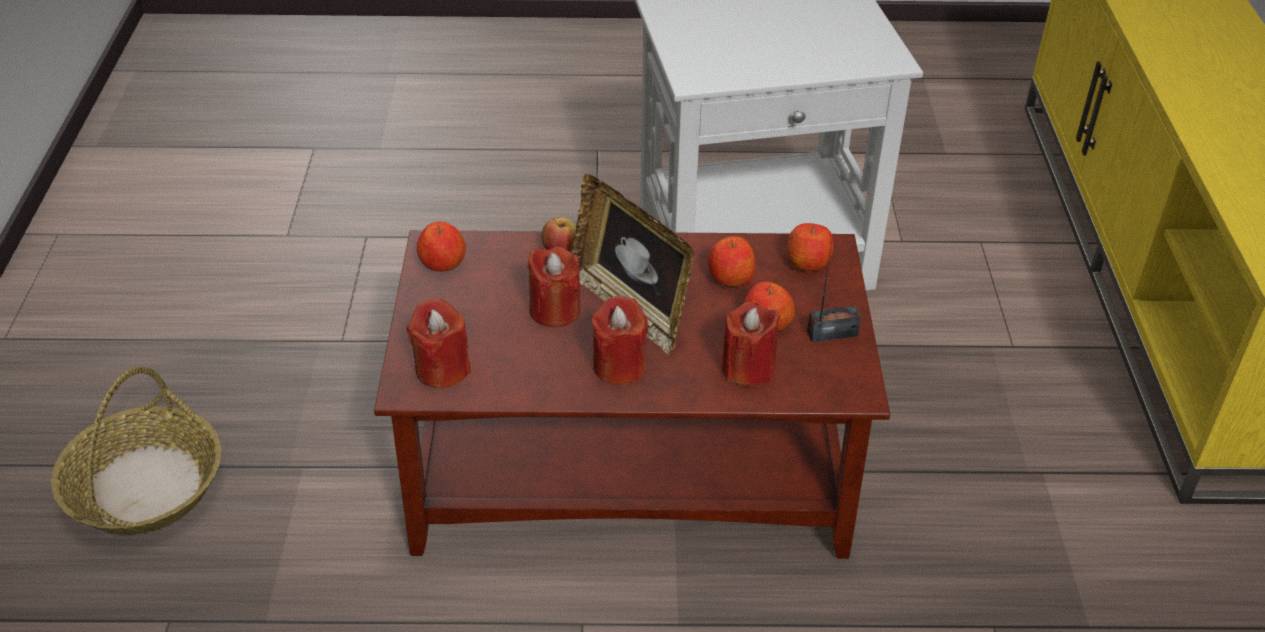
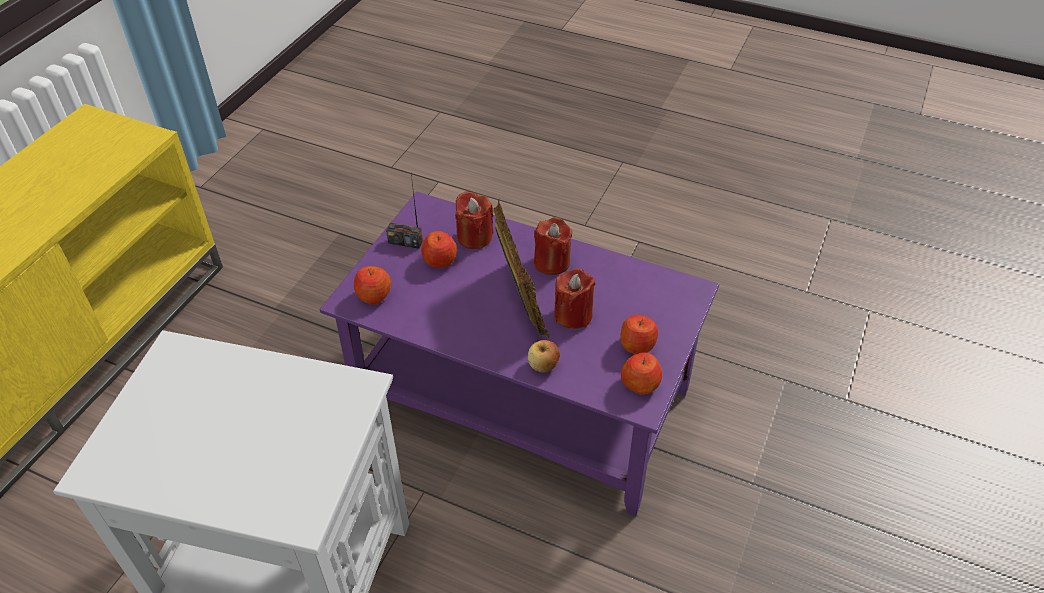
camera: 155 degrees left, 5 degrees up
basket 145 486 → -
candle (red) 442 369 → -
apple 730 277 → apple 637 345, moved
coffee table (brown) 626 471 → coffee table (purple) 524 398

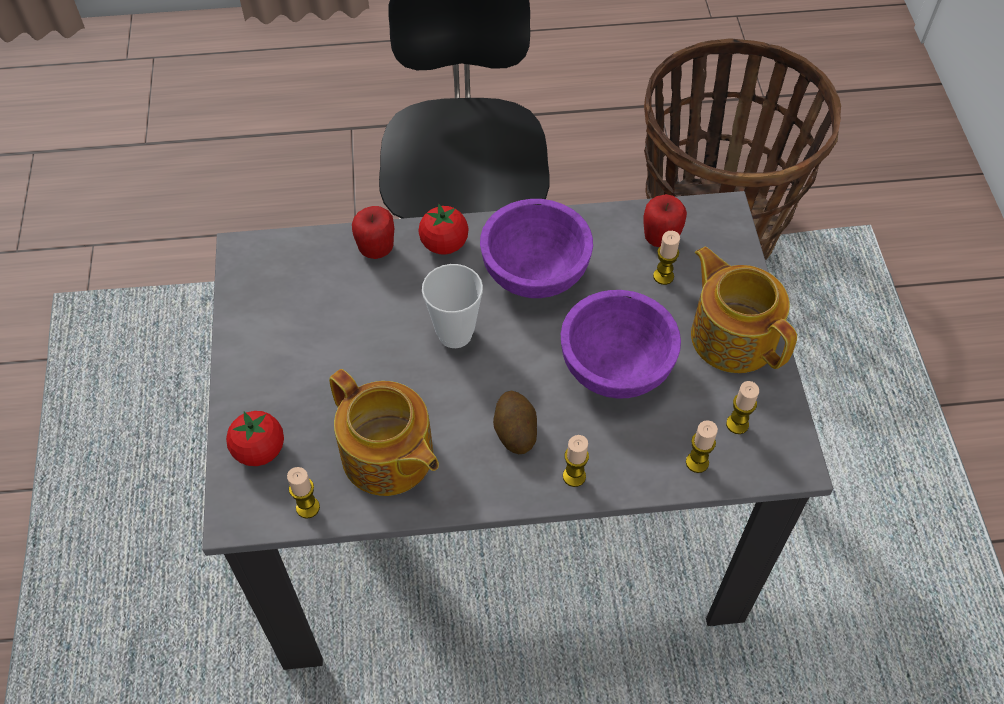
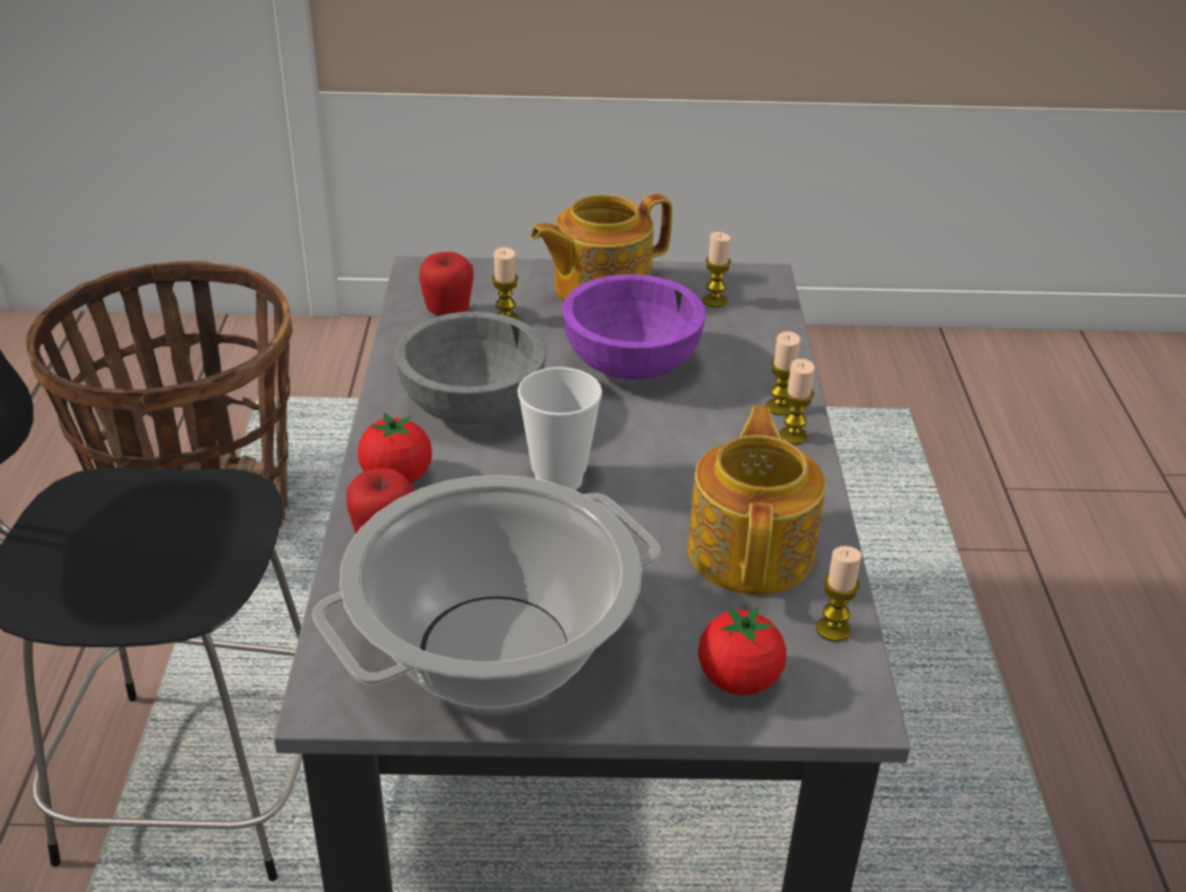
camera: 85 degrees left, 20 degrees down
potato 515 431 → -
- → cooking pot 493 653
candle 697 462 → candle 793 436, moved
bowl (purple) 534 273 → bowl (grey) 473 407
teapot 388 457 → teapot 752 550, 45 degrees counterclockwise

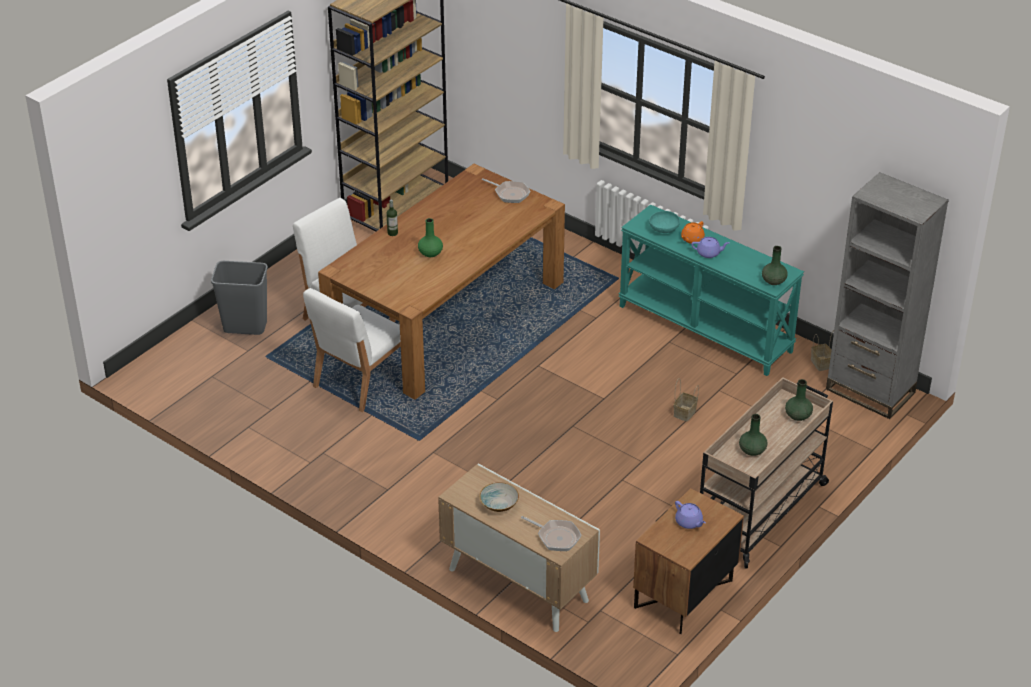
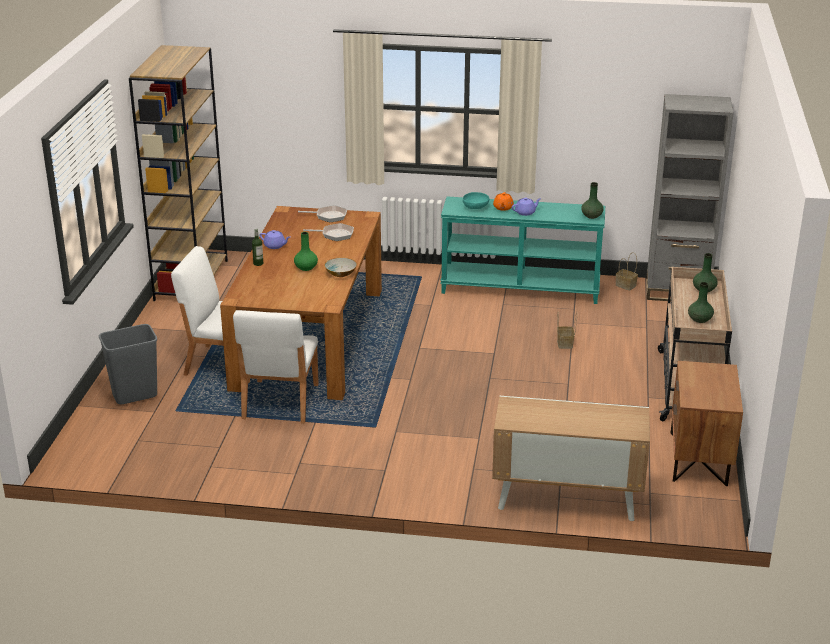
camera: 30 degrees left, 10 degrees down
bowl 499 504 → bowl 340 273, moved
frying pan 556 537 → frying pan 335 235, moved
teapot (purple) 689 522 → teapot (purple) 275 246, moved

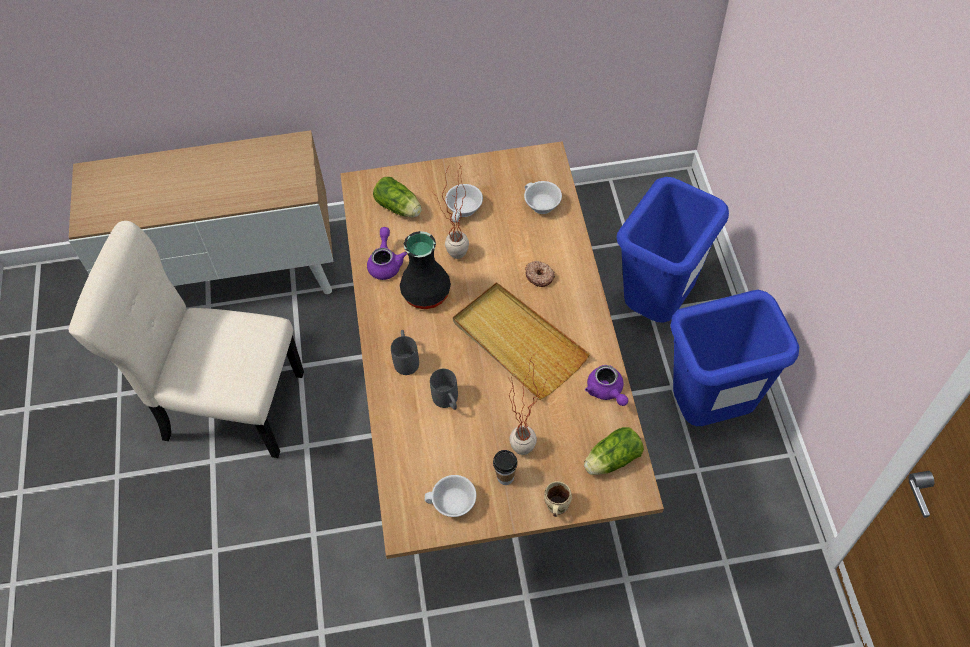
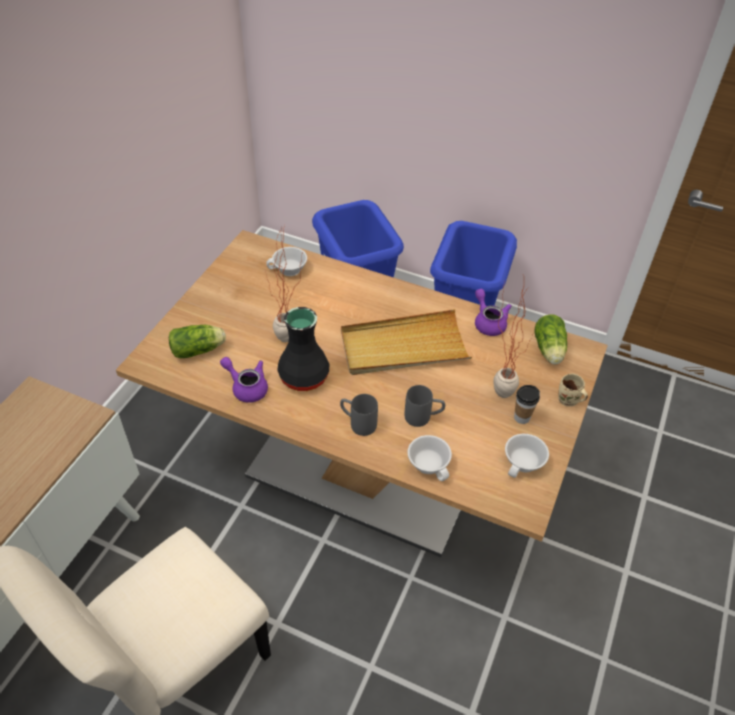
camera: 60 degrees left, 10 degrees down
donut 539 276 → -
cup (white) 465 210 → cup (white) 430 464, moved
teapot (purple) 606 391 → teapot (purple) 488 322, 120 degrees counterclockwise

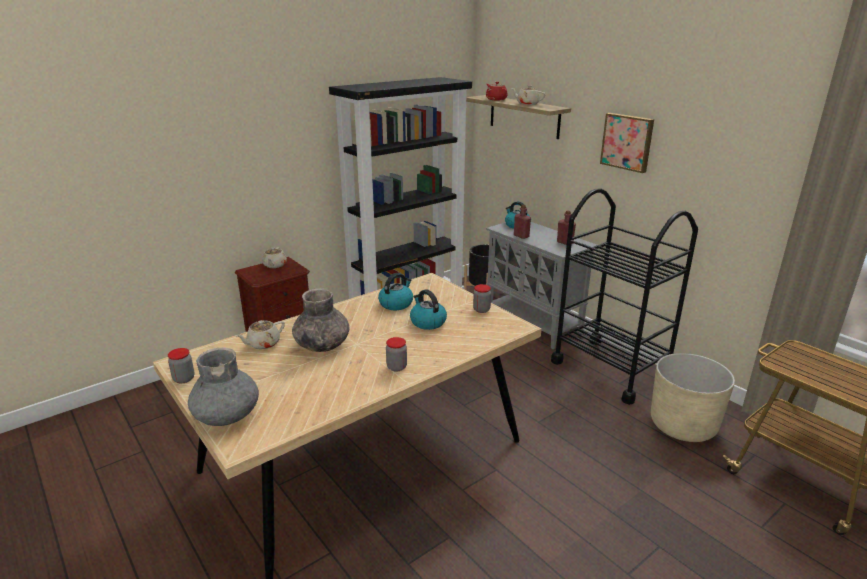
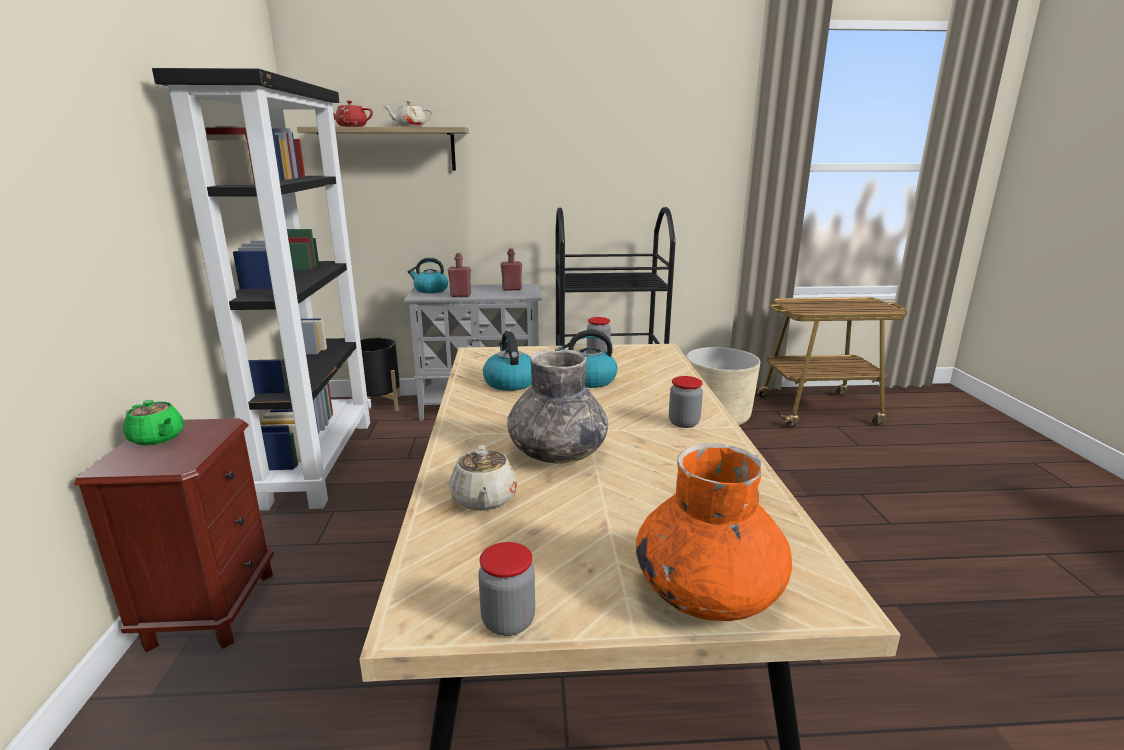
camera: 55 degrees left, 5 degrees down
picture 627 142 → -
vase (grey) 227 414 → vase (orange) 708 591
teapot (beige) 274 265 → teapot (green) 157 438

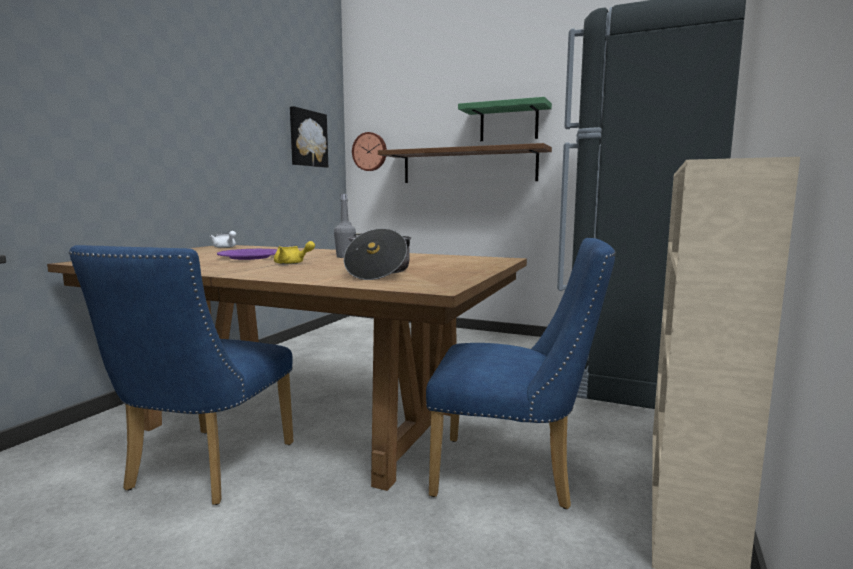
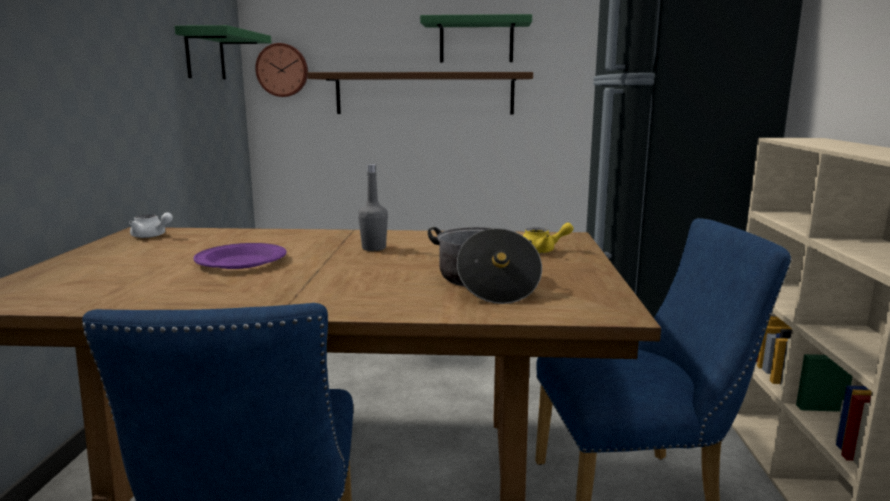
camera: 20 degrees left, 5 degrees up
teapot (yellow) 292 263 → teapot (yellow) 542 251, moved
picture 307 138 → shelf (green) 205 55

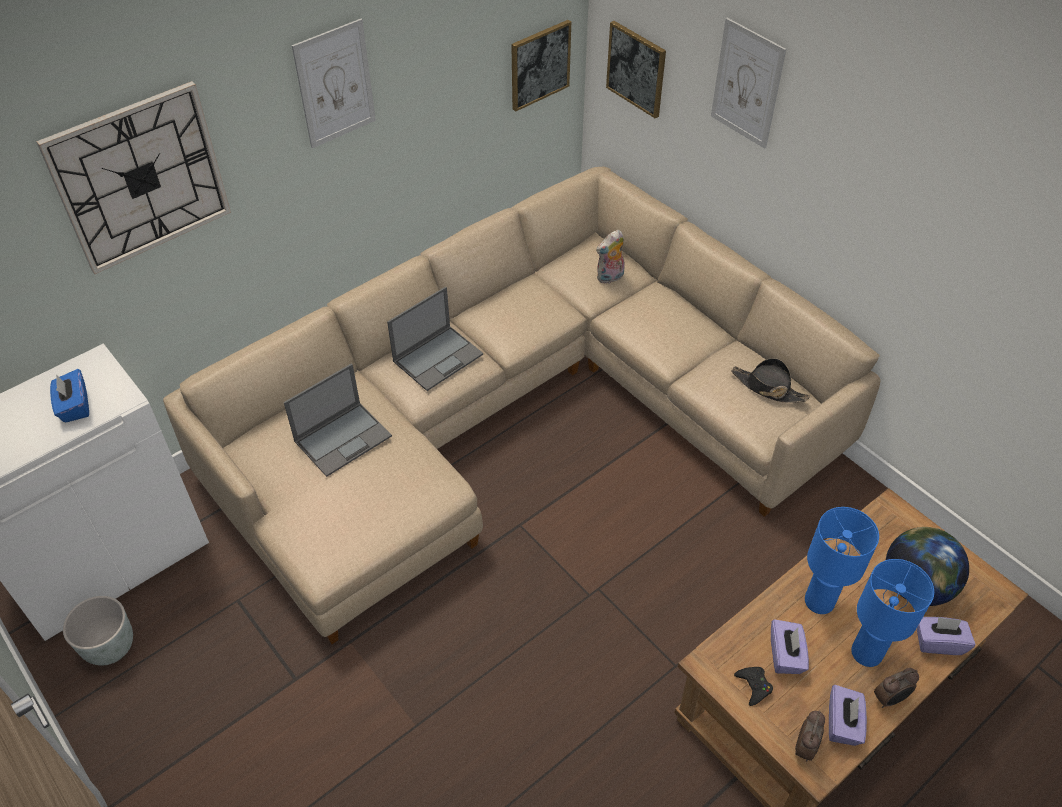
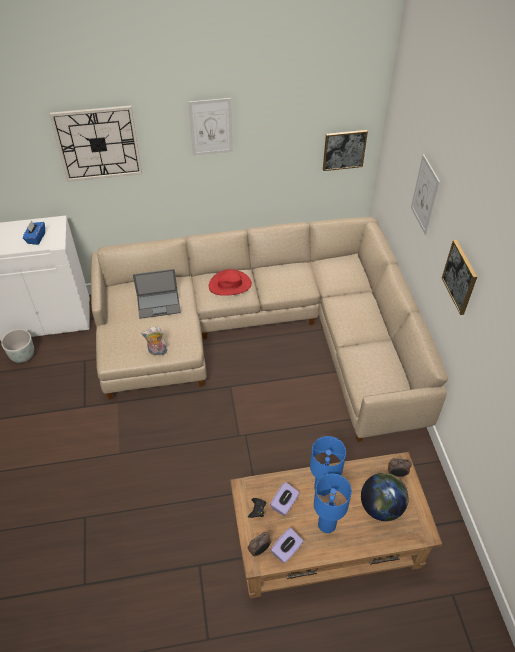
camera: 30 degrees right, 0 degrees up
hat (black) 768 388 → -
tissue box (purple) 938 642 → -
plush toy 610 278 → plush toy 157 352, moved
picture 636 69 → picture 460 277, moved
alarm clock 890 699 → alarm clock 397 474, moved
laptop 438 357 → hat (red) 230 285

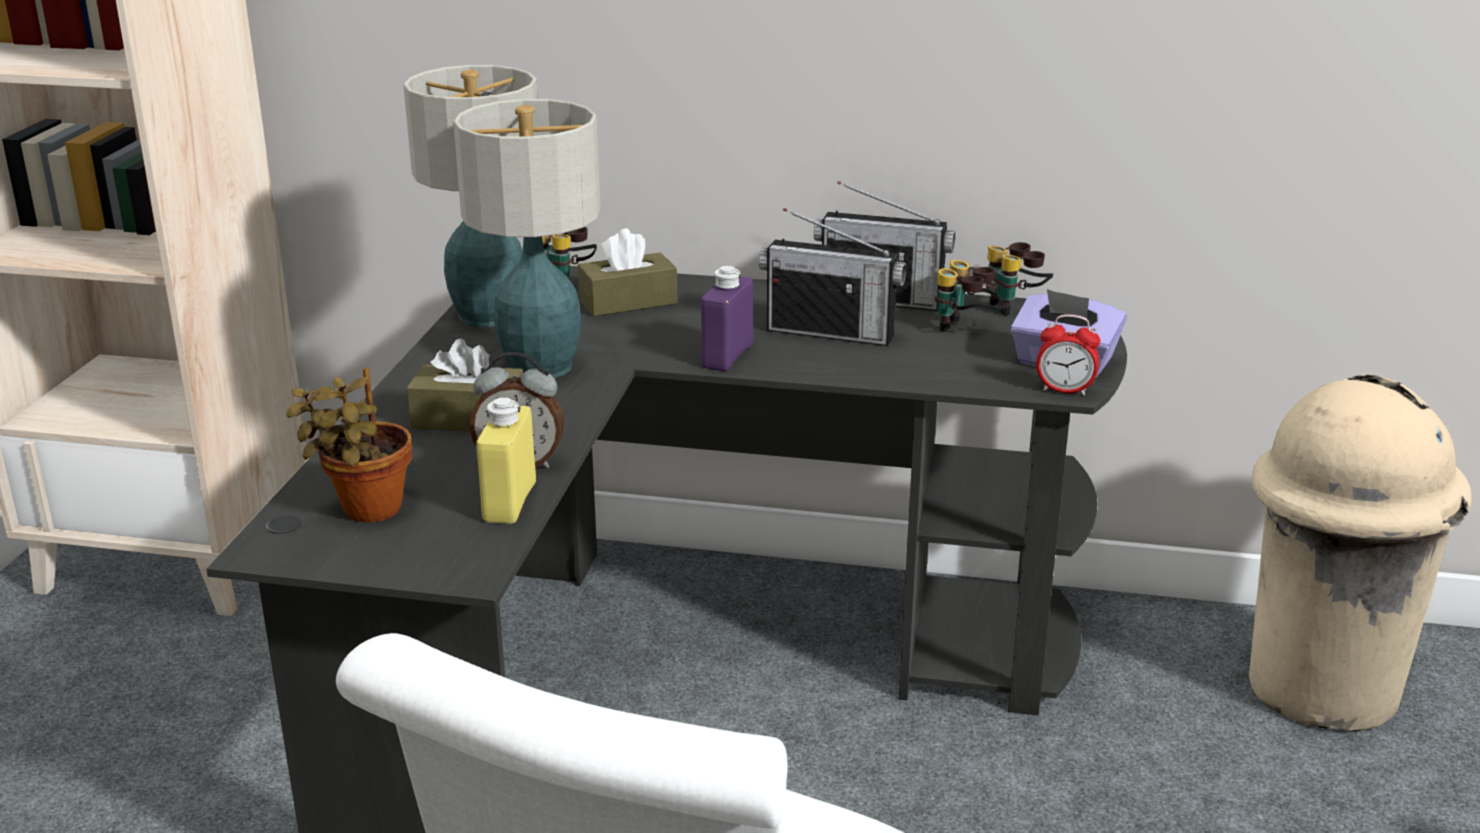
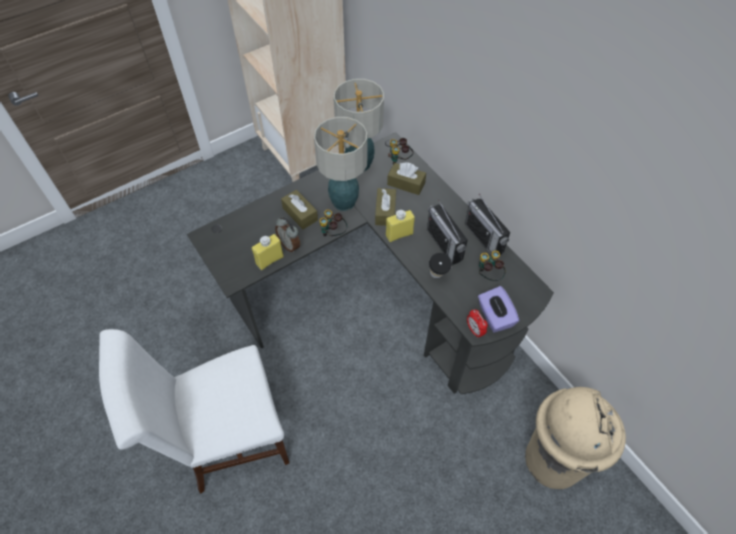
camera: 45 degrees right, 30 degrees up
potted plant 366 511 → -
- → tissue box (brown) 385 211
- → cup 437 277
binoculars 1015 307 → binoculars 333 234, moved
bottle (purple) 727 356 → bottle (yellow) 399 234

